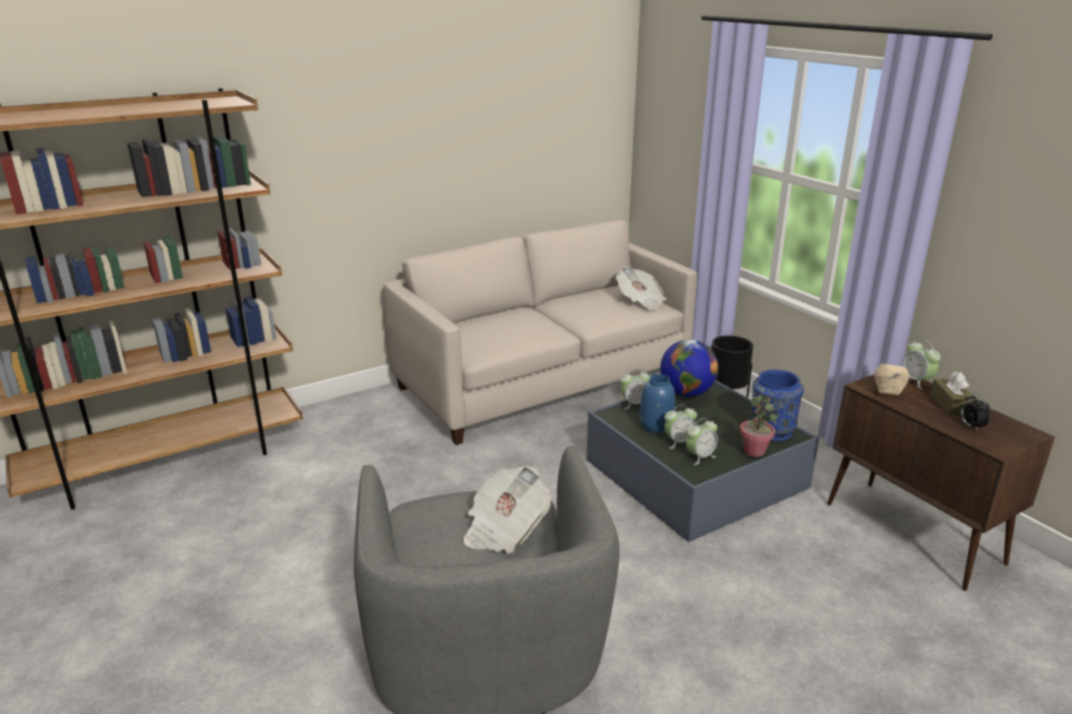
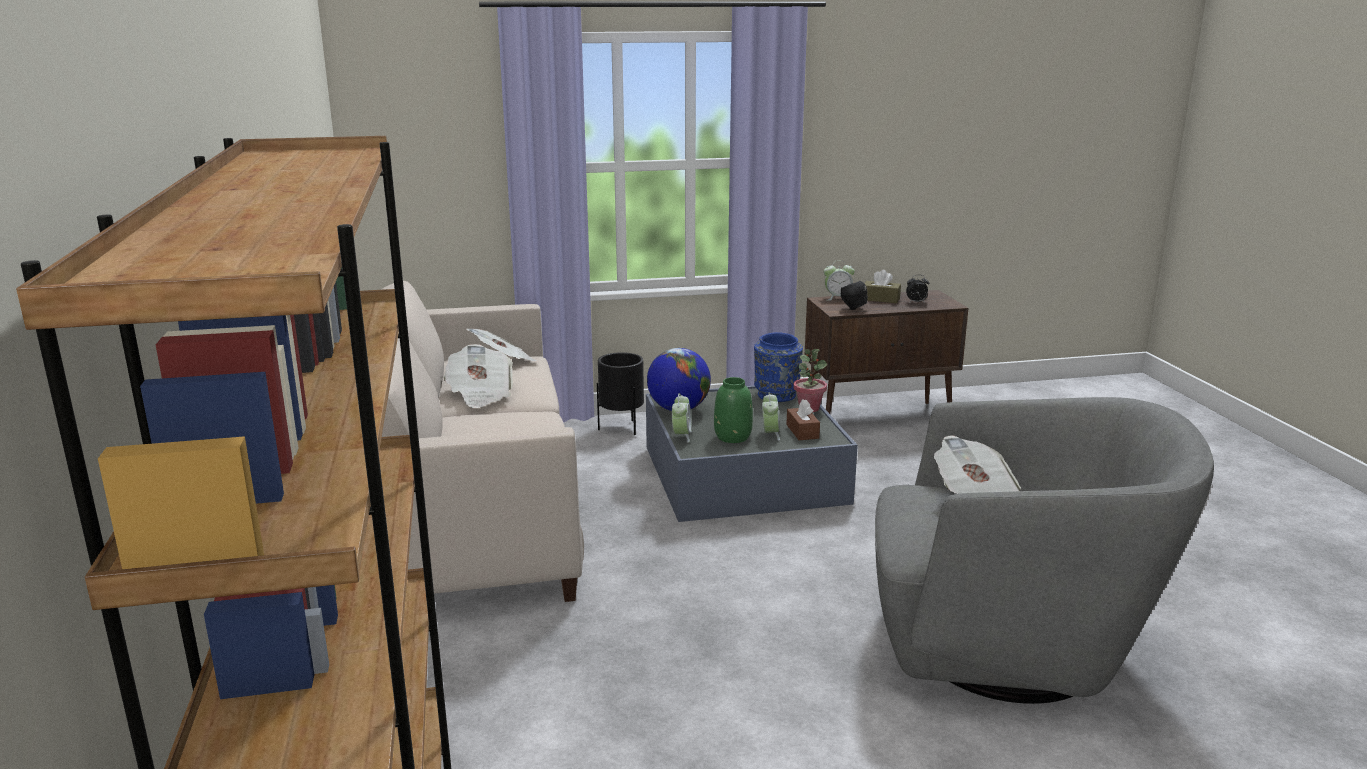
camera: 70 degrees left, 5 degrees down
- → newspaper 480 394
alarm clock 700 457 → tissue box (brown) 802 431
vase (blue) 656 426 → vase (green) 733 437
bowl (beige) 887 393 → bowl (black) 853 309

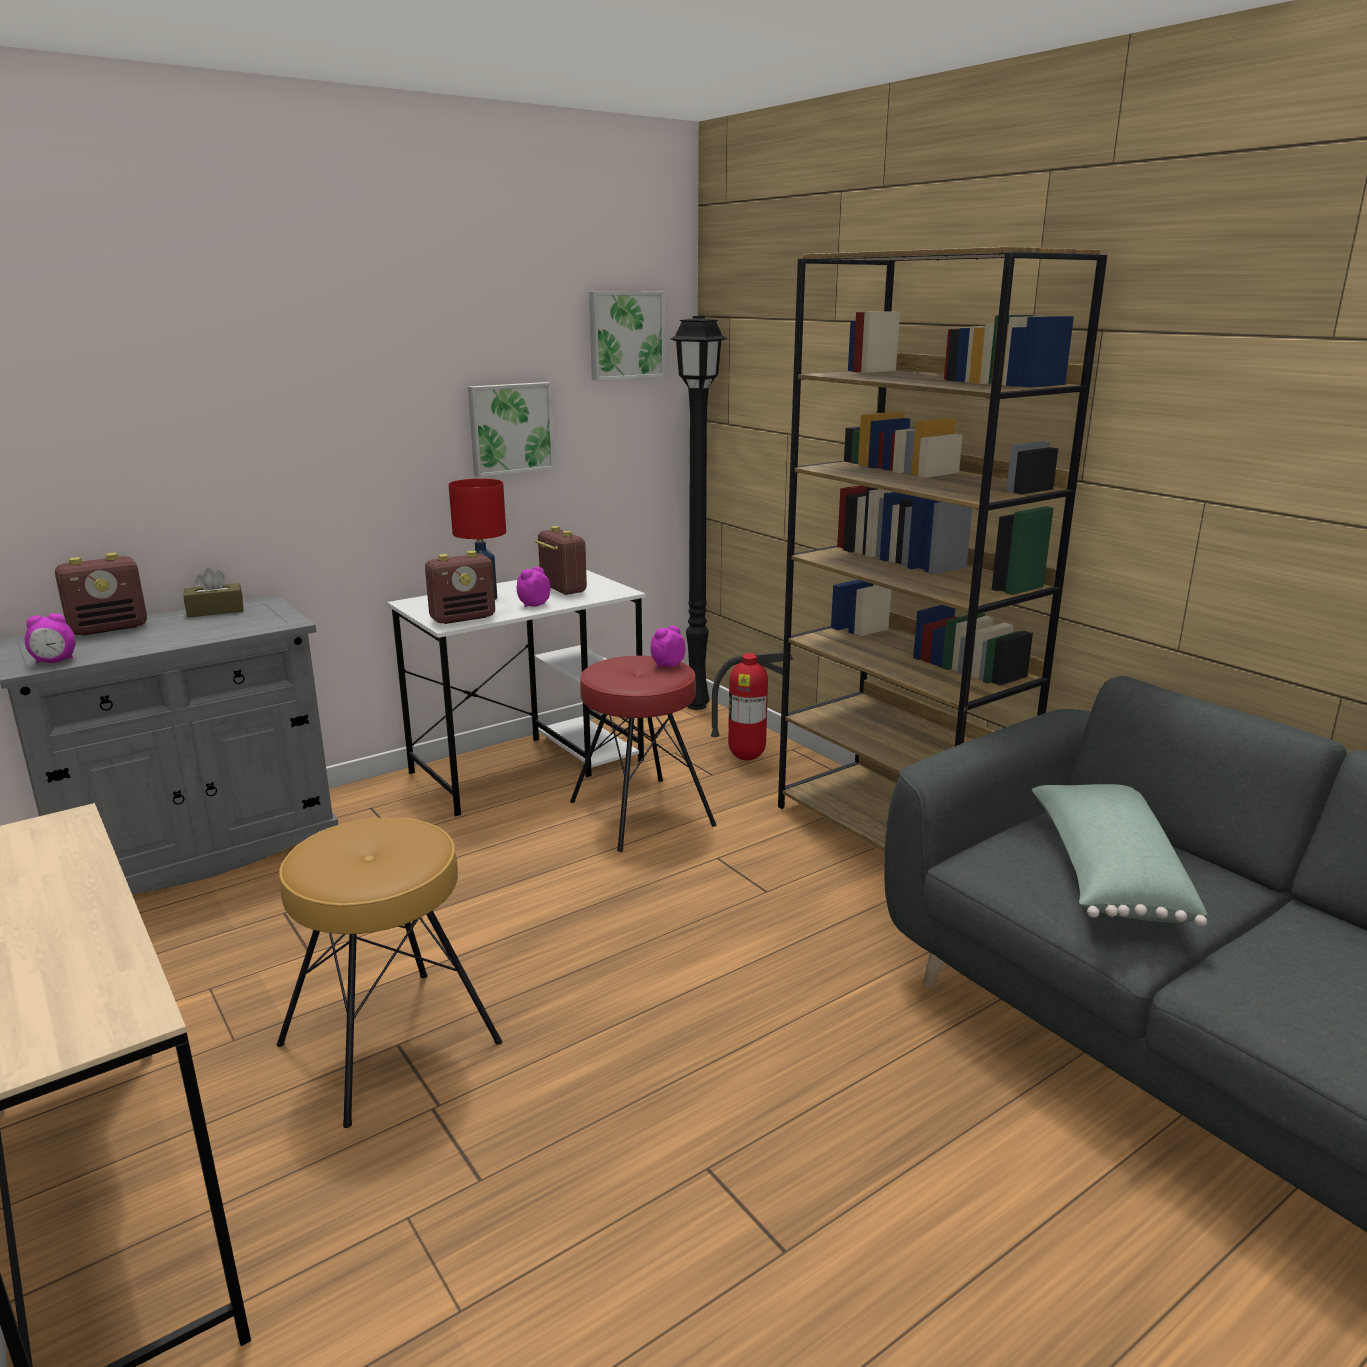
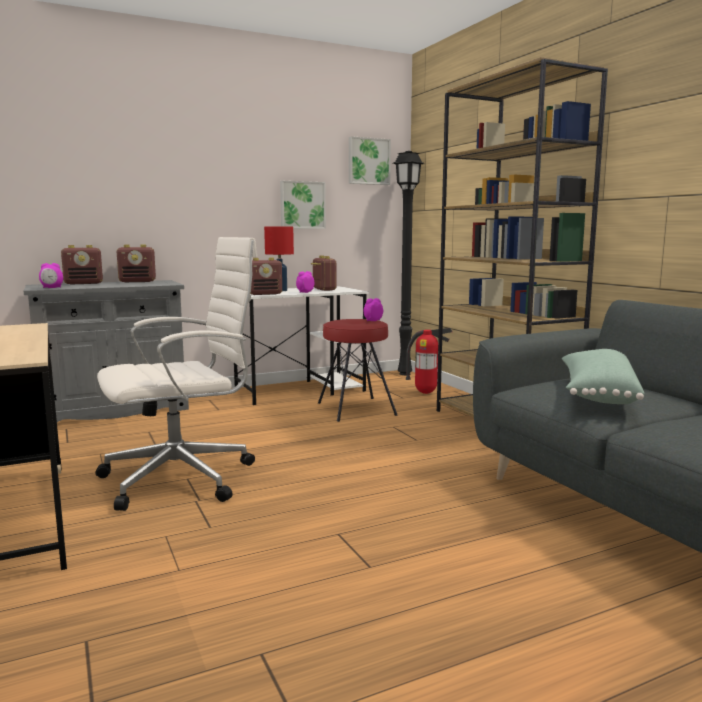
camera: 10 degrees right, 10 degrees down
tissue box (brown) 215 610 → radio 138 281
stool (brown) 390 1044 → office chair (white) 183 478

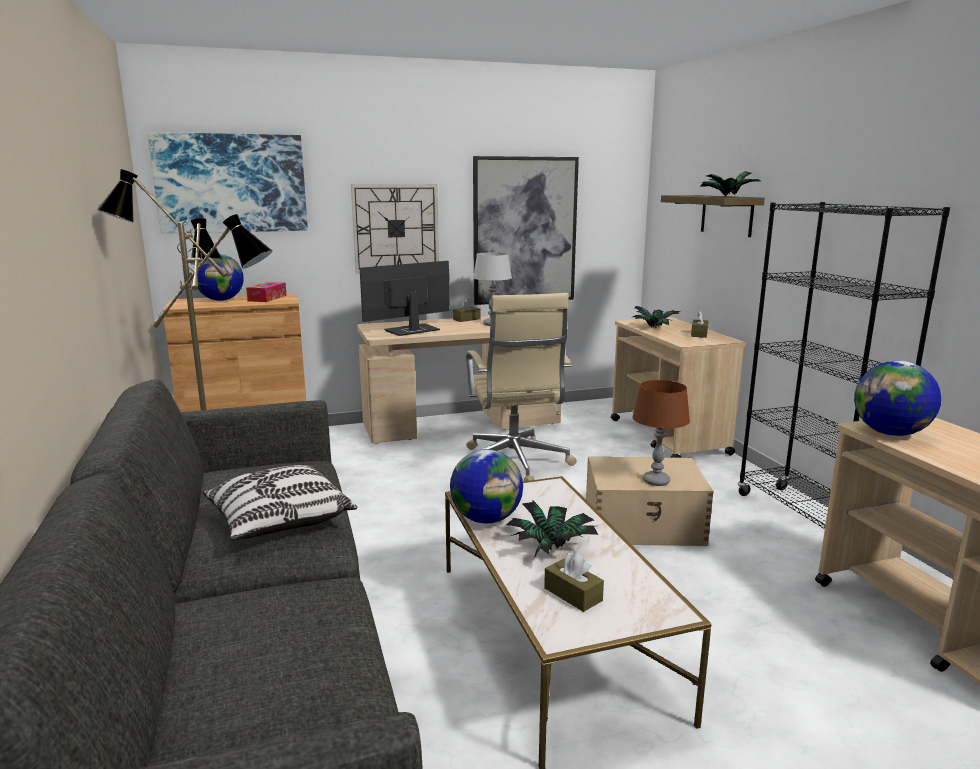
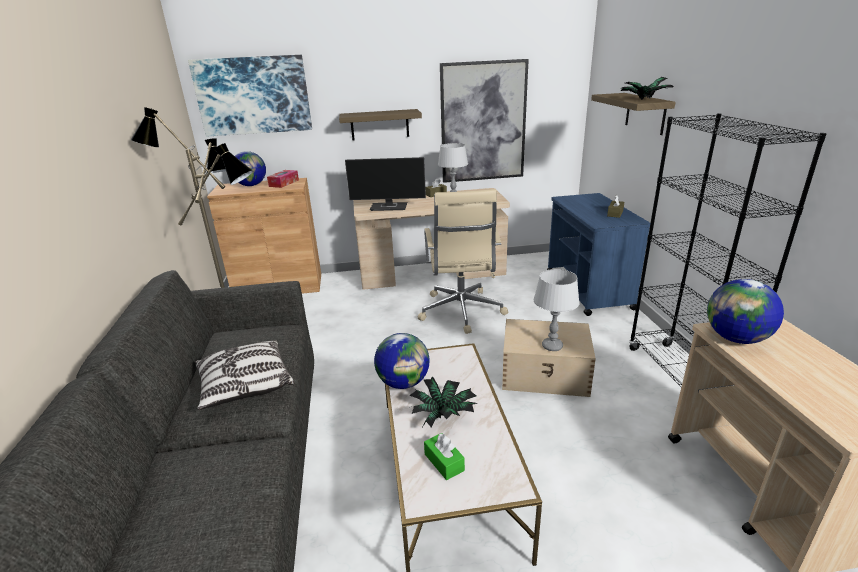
camera: 10 degrees right, 10 degrees up
potted plant 655 328 → -
wall clock 396 228 → shelf 379 125
tissue box (brown) 573 594 → tissue box (green) 444 462
cart (beige) 668 437 → cart (blue) 588 290
table lamp (brown) 656 481 → table lamp (grey) 552 346
monitor 411 331 → monitor 389 207, 150 degrees counterclockwise

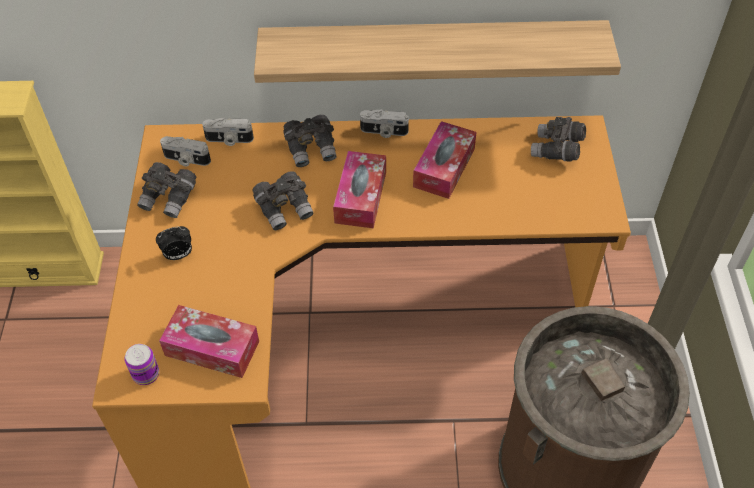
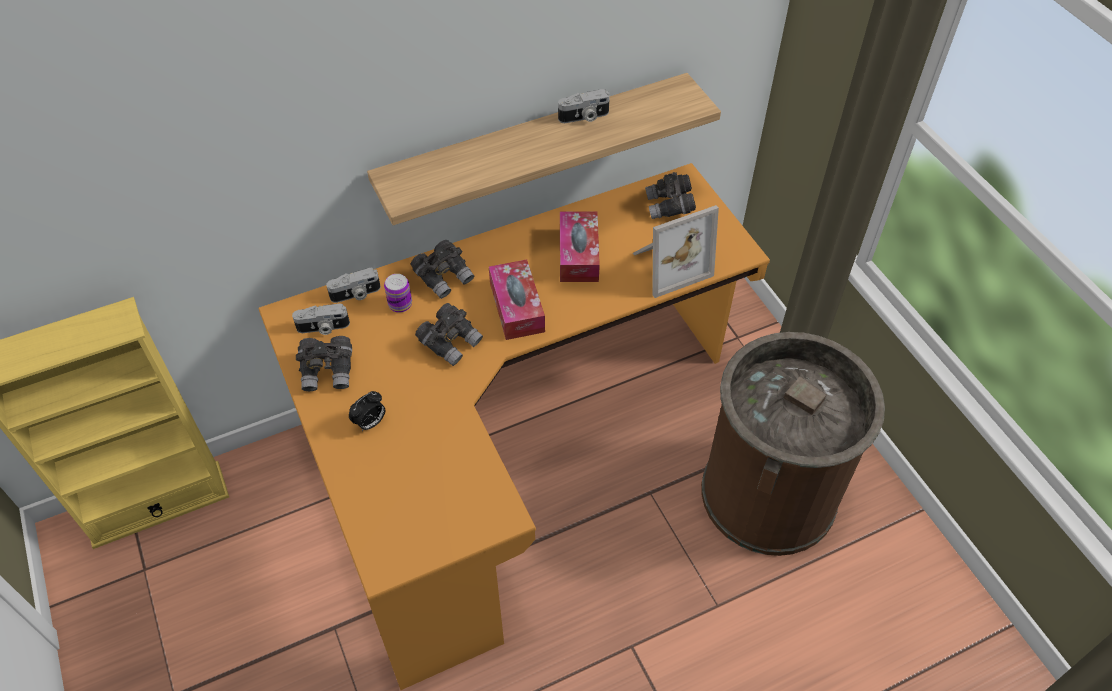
camera: 25 degrees left, 0 degrees up
tissue box 212 348 → -
- → picture frame 668 264
can 146 374 → can 400 304, moved
photo camera 384 132 → photo camera 584 117, moved

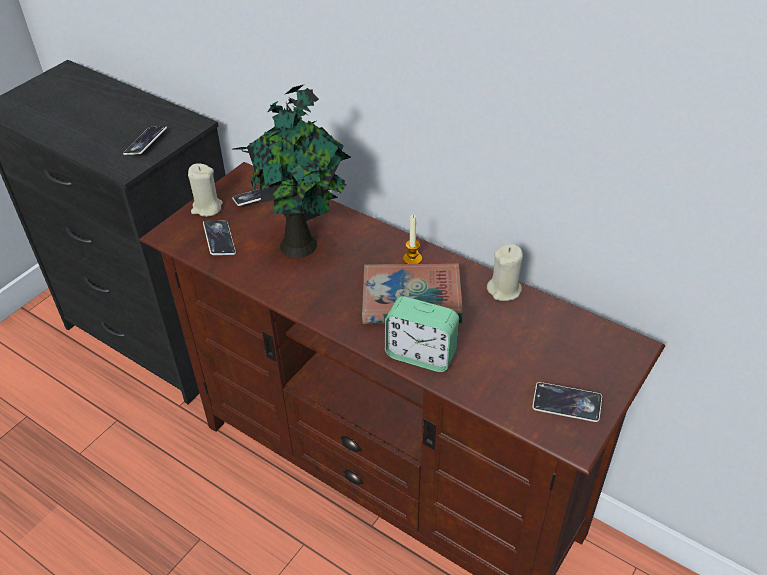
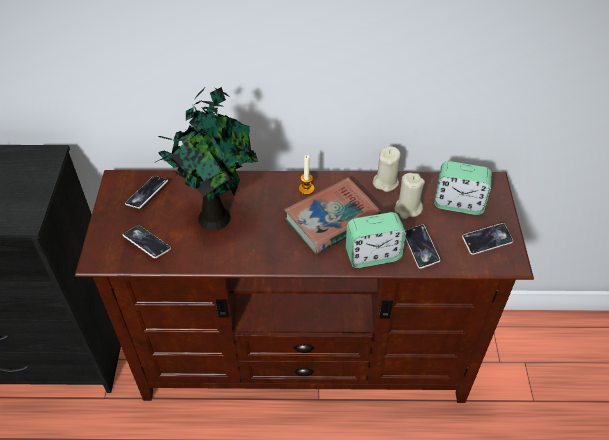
camera: 35 degrees left, 5 degrees up
- → alarm clock 458 203
phone 146 143 → phone 420 248, moved
candle (beige) 207 208 → candle (beige) 408 208, moved

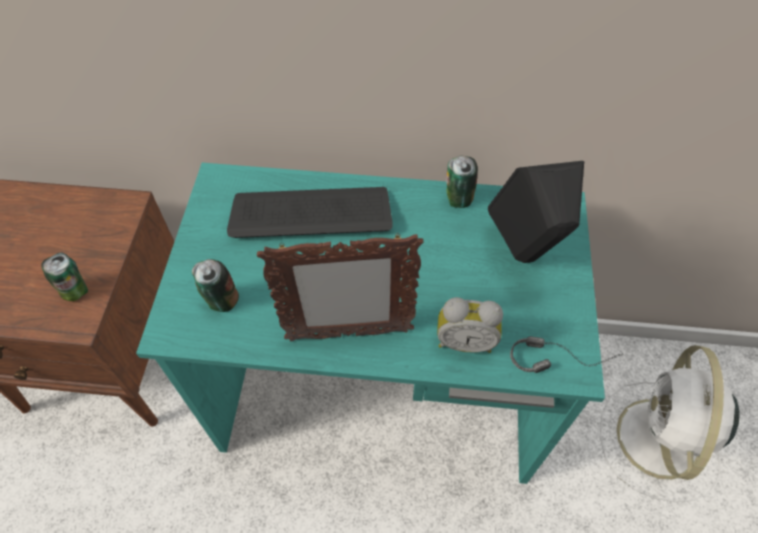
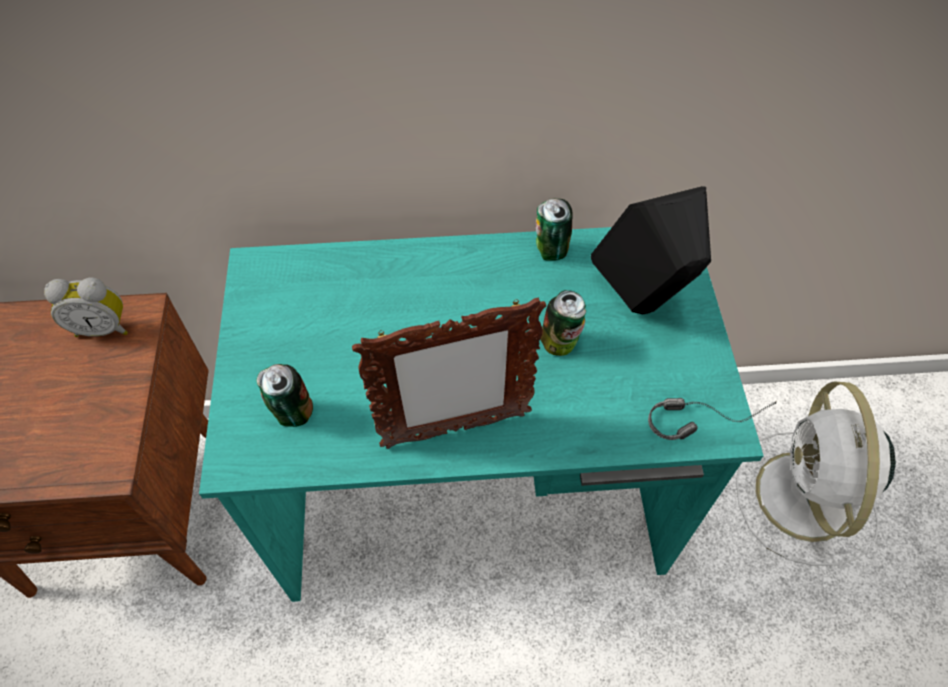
camera: 10 degrees left, 0 degrees up
keyboard 311 214 → -
can 76 291 → can 561 343, moved
alarm clock 465 340 → alarm clock 103 327, moved

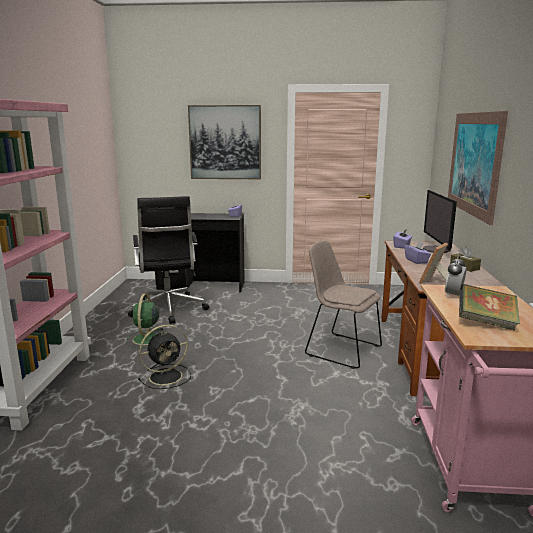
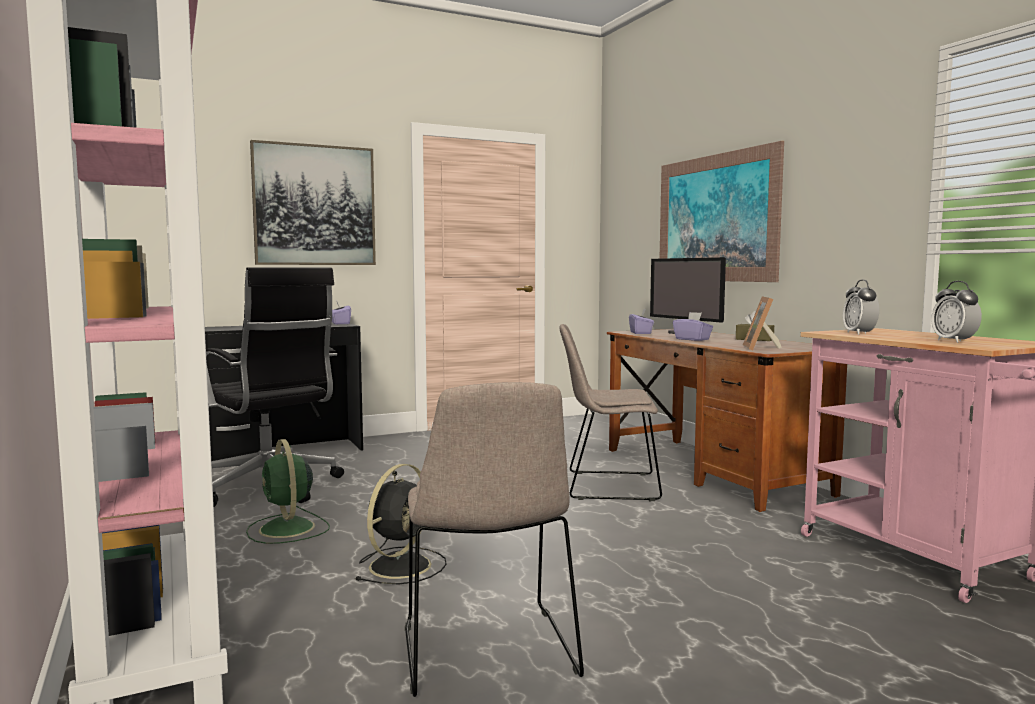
camera: 30 degrees left, 10 degrees down
- → chair (beige) 488 654
book 486 323 → alarm clock 954 341

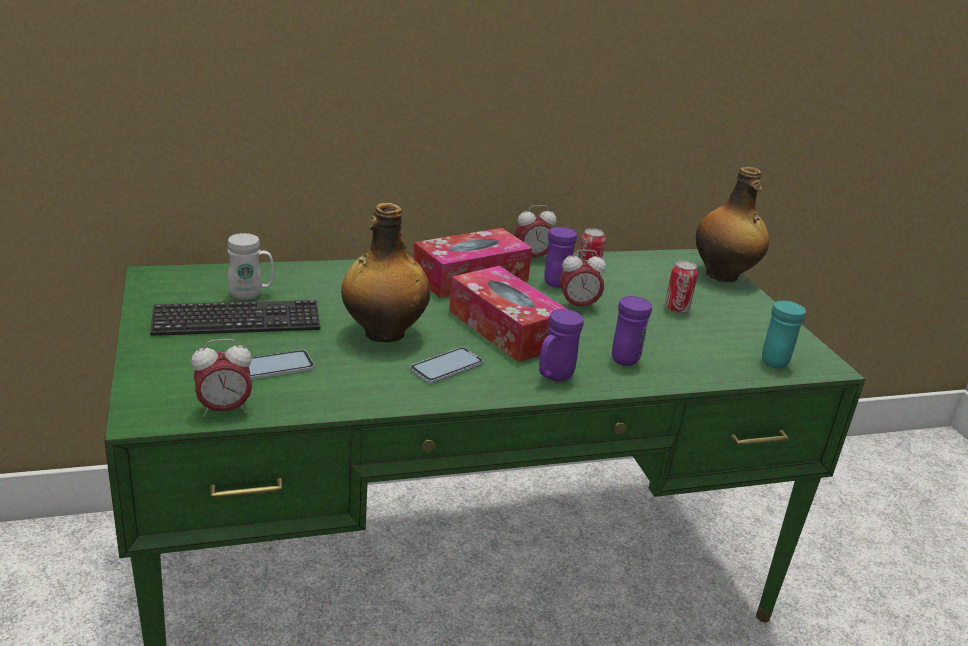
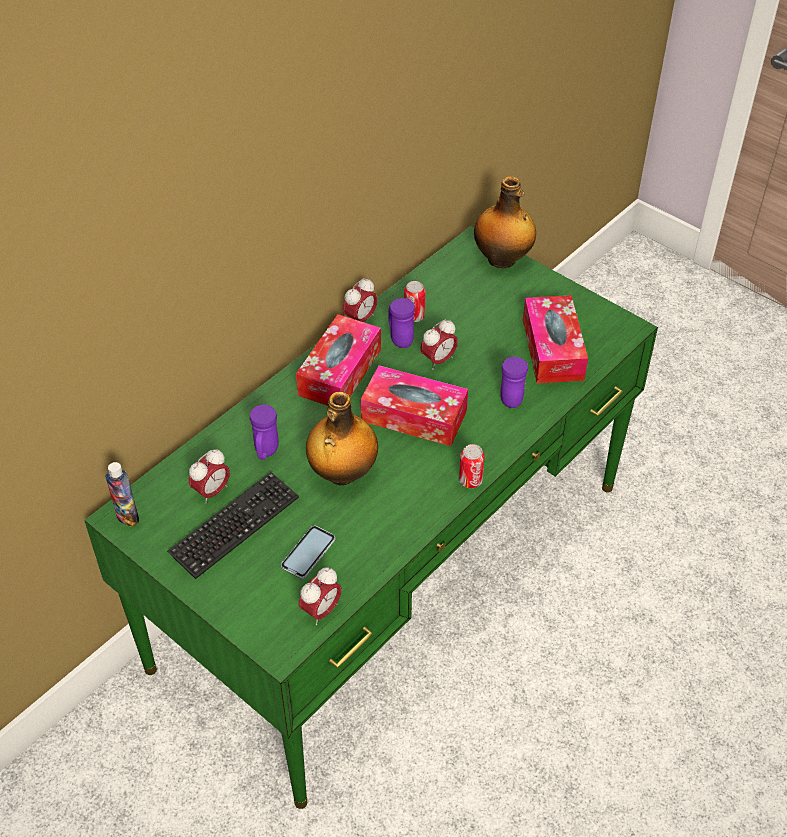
camera: 30 degrees left, 20 degrees up
phone 446 366 → -
mug (turquoise) 774 359 → -
- → bottle 127 516
- → tissue box 552 349
mug (purple) 553 377 → mug (purple) 265 452, moved
can 676 309 → can 470 480, moved
mug (white) 251 294 → alarm clock 212 492

